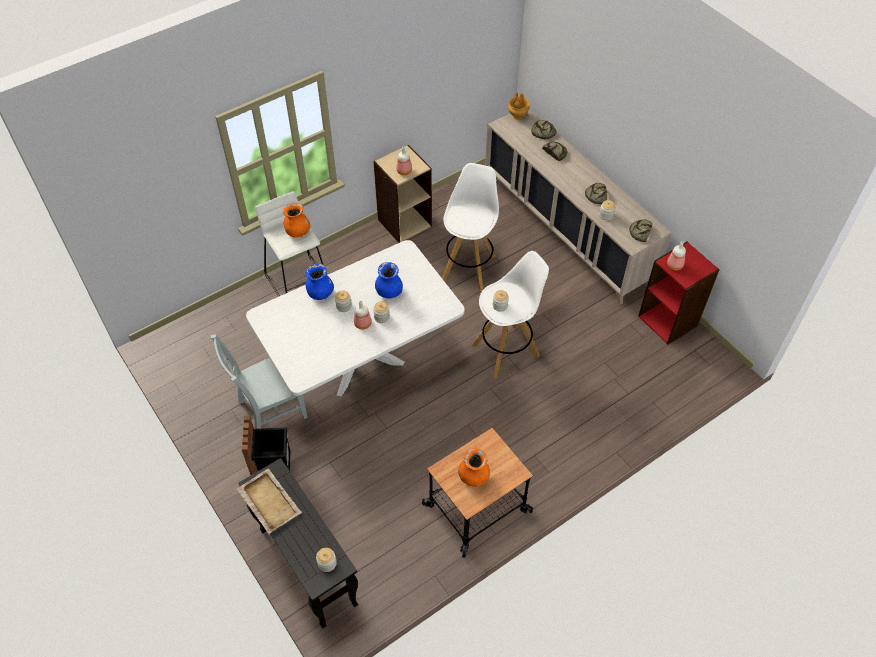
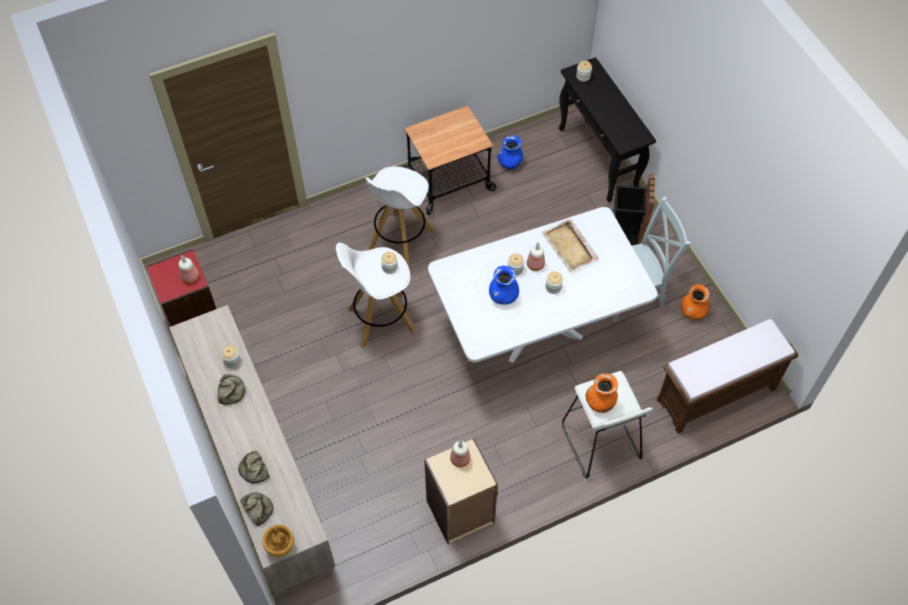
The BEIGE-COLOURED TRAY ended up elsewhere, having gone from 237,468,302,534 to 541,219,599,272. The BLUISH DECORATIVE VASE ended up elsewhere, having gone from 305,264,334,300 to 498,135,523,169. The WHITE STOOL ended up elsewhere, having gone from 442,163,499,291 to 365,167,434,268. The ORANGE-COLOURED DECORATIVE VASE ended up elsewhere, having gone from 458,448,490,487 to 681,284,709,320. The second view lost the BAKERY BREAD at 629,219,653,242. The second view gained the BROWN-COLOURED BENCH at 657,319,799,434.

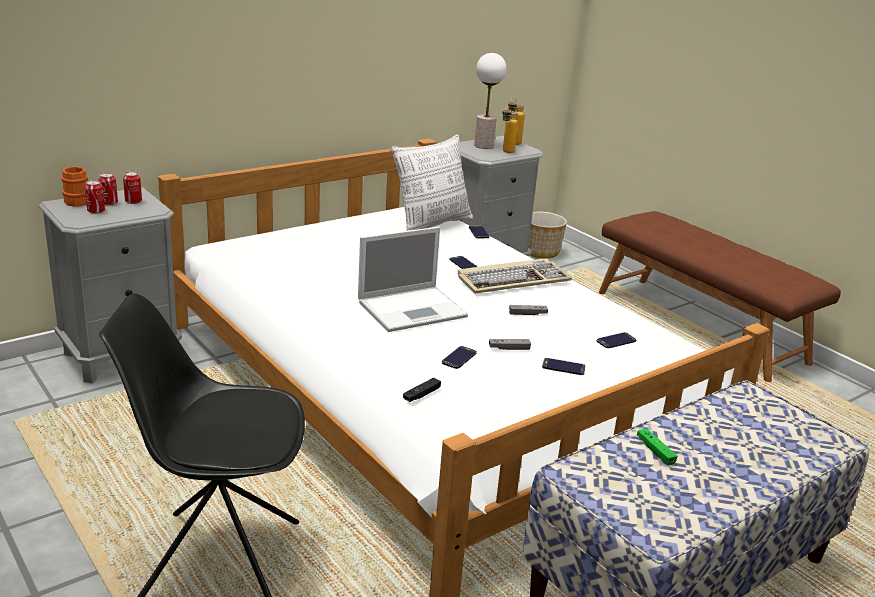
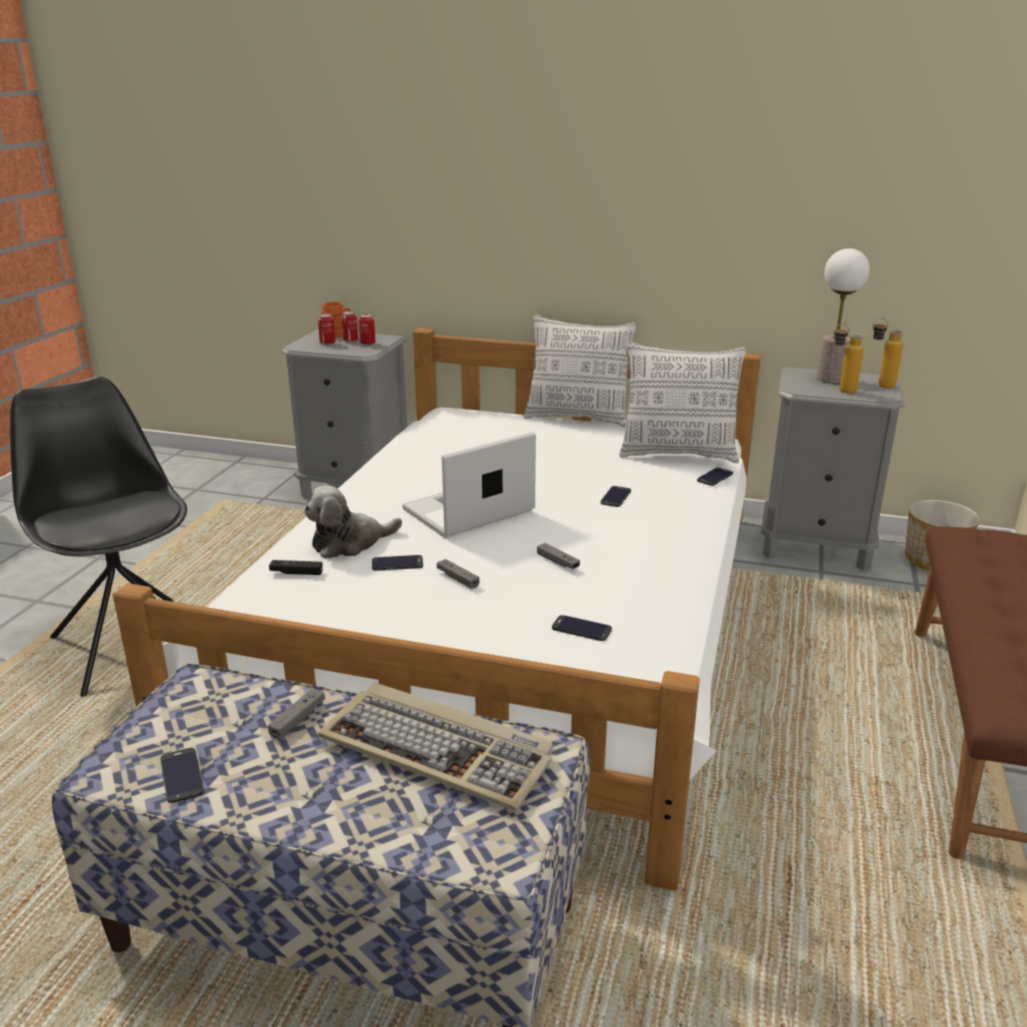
The NOTEBOOK COMPUTER at 358,227,468,332 ended up facing another way, 120 degrees clockwise from before. The PC KEYBOARD ended up elsewhere, having gone from 458,259,572,294 to 318,683,553,811. The PHONE ended up elsewhere, having gone from 542,358,586,375 to 160,748,204,803. What was the GREEN JOYPAD at 637,428,677,465 turned into the GREY JOYPAD at 268,688,325,739. The second view gained the SOFT TOY at 304,486,402,559. The second view gained the PILLOW at 524,315,637,427.

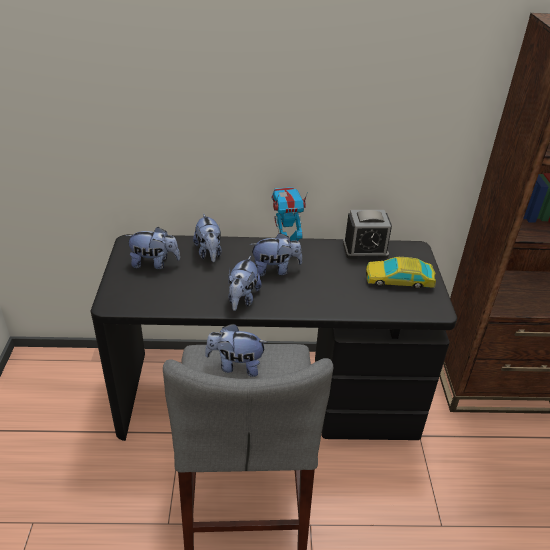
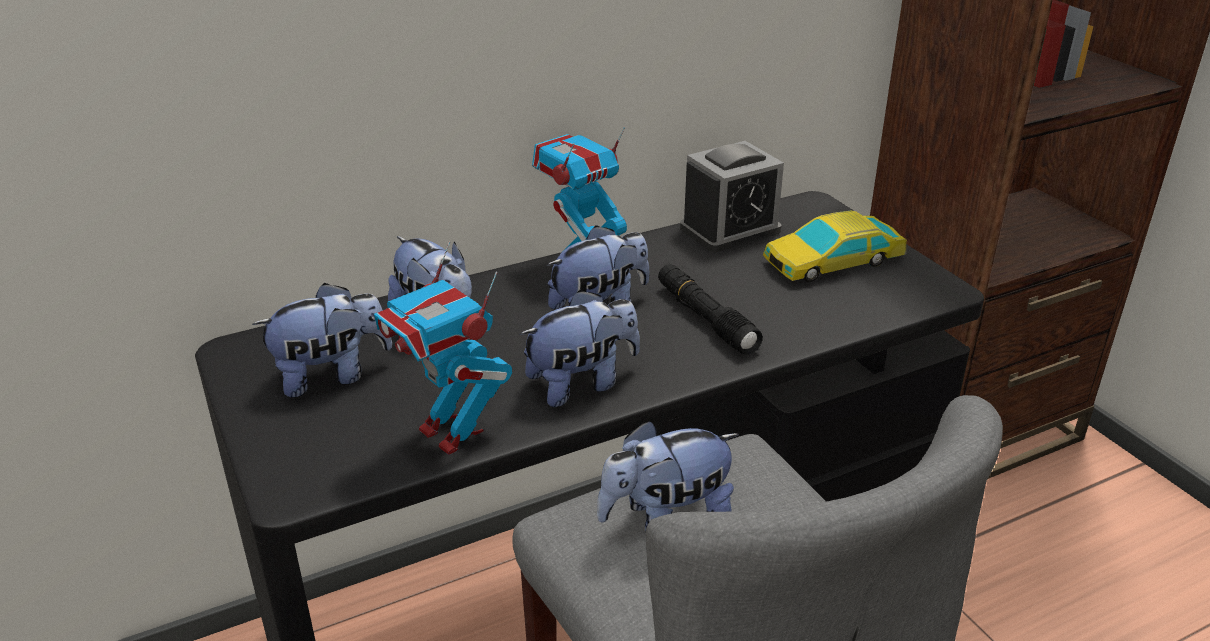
The SOFT TOY at 228,256,262,311 ended up facing another way, 105 degrees counterclockwise from before. The second view gained the ROBOT FIGURE at 374,242,512,455. The second view gained the BLACK-COLOURED HAND TORCH at 658,264,763,355.

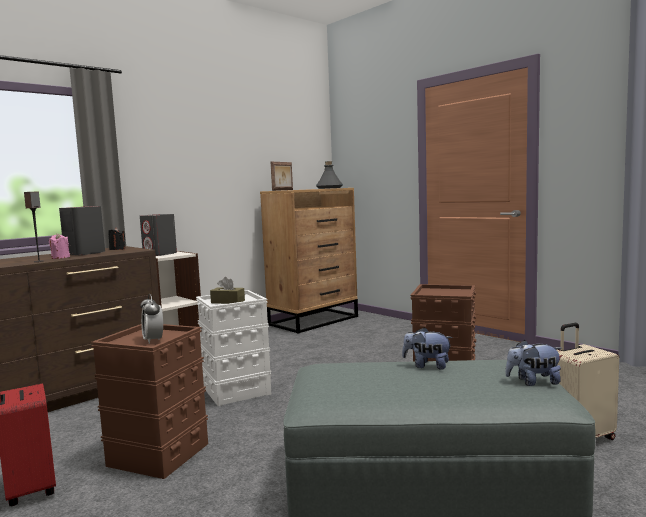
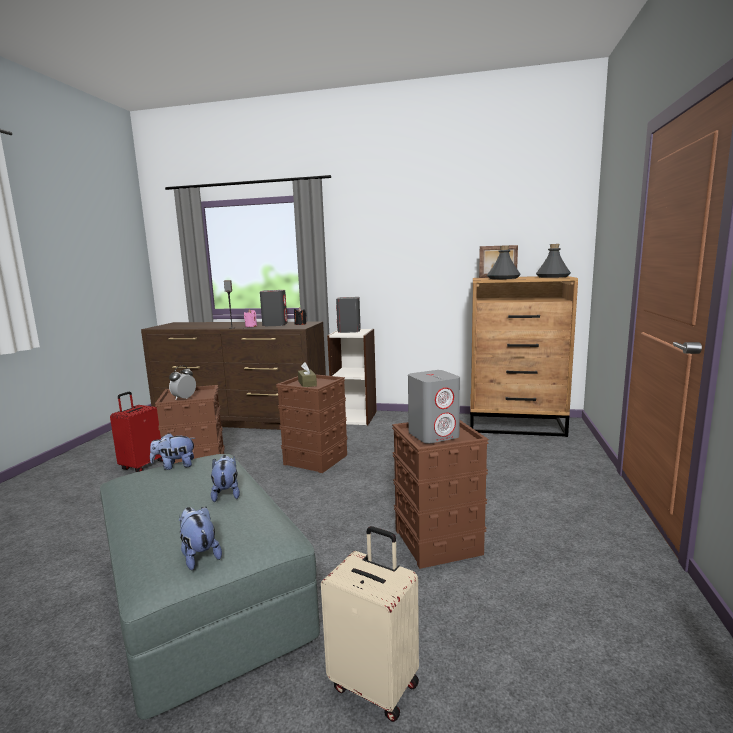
What was the WHITE STORAGE BIN at 196,290,272,406 turned into the BROWN-COLOURED STORAGE BIN at 276,374,348,473. The second view gained the SOFT TOY at 150,433,195,470. The second view gained the GREY SPEAKER at 408,370,460,444. The second view gained the GREY DRINK BOTTLE at 487,246,521,279.

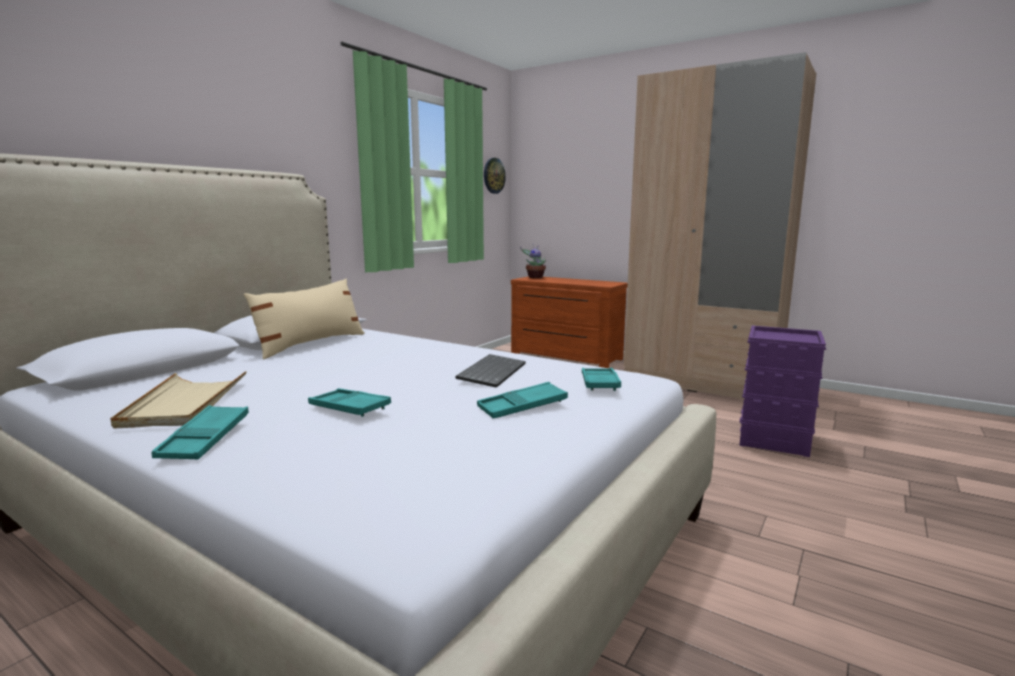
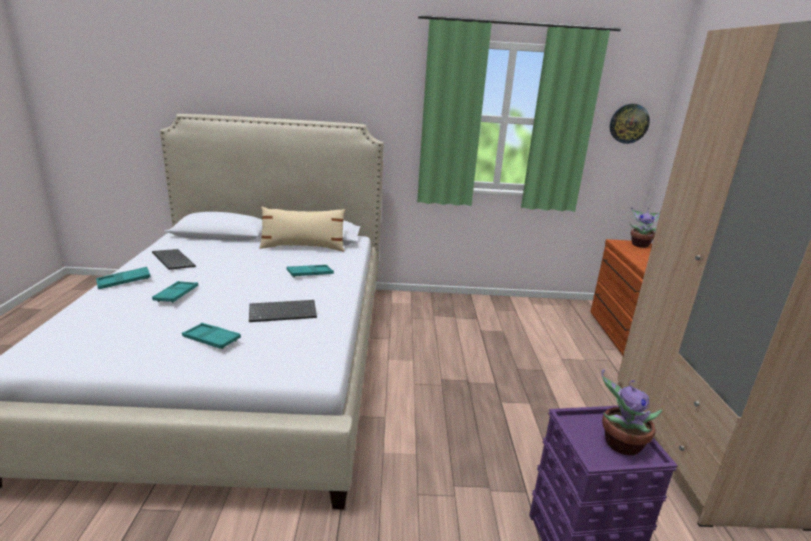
Where the BEIGE-COLOURED TRAY stood at 110,371,247,428, the PC KEYBOARD came to stand at 152,249,196,270. The TURQUOISE TRAY ended up elsewhere, having gone from 582,368,621,391 to 287,265,334,277. The second view gained the PLANT IN A POT at 601,369,663,455.

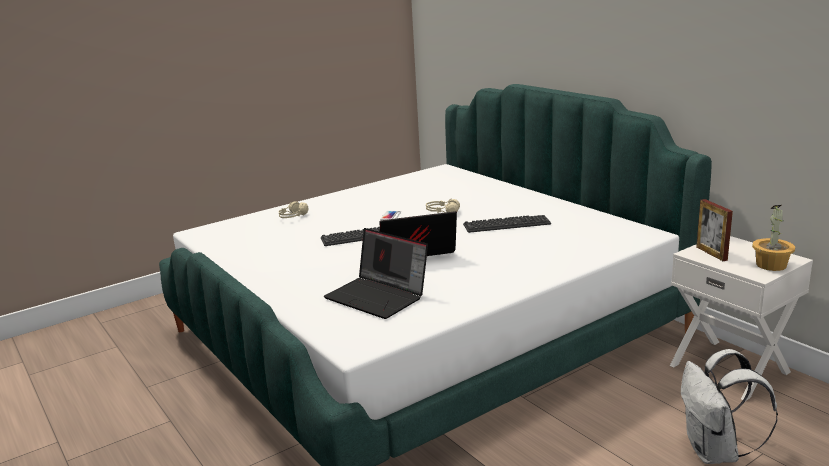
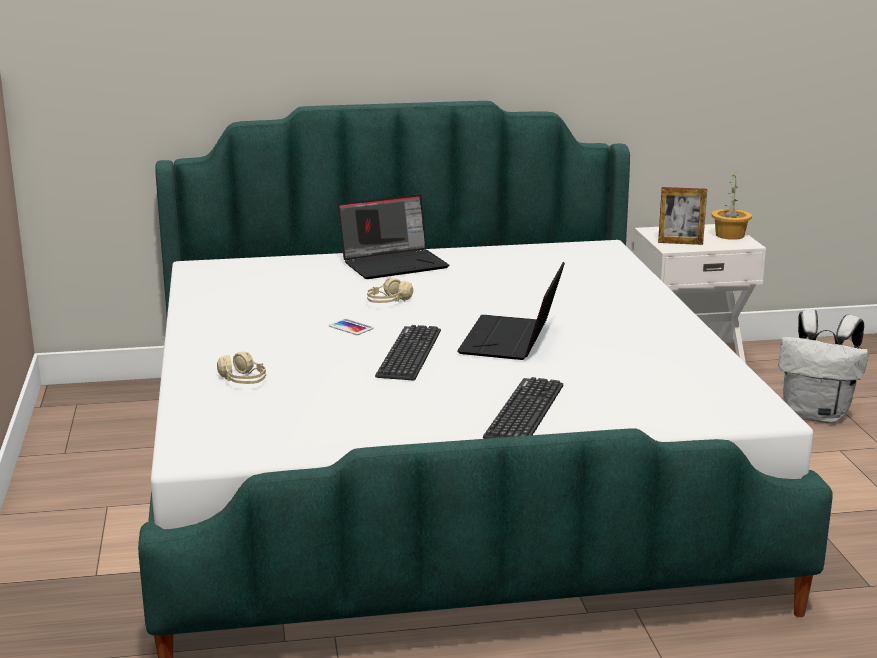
The NOTEBOOK COMPUTER ended up elsewhere, having gone from 324,228,428,319 to 337,194,449,279. The PC KEYBOARD ended up elsewhere, having gone from 463,215,551,233 to 483,377,563,439.

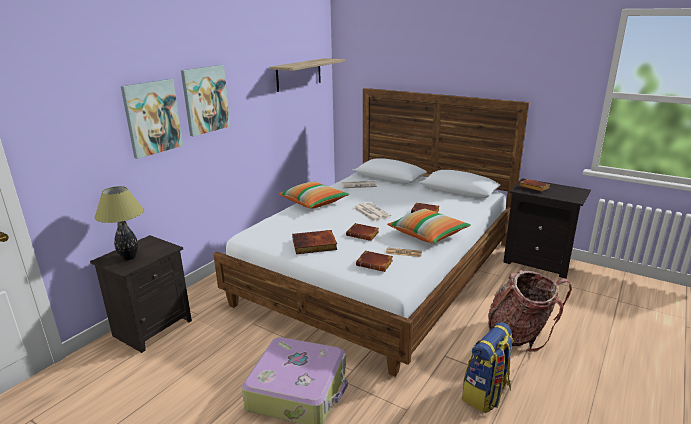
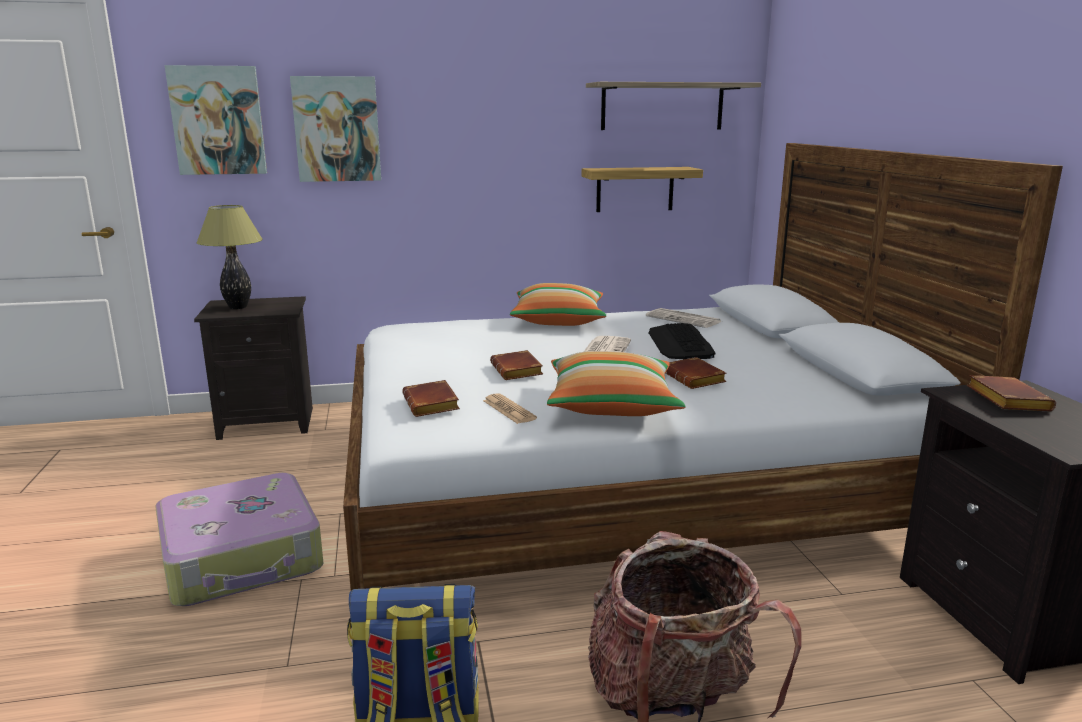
The WALL ART ended up elsewhere, having gone from 181,65,231,137 to 165,65,267,175. The second view lost the VOLUME at 292,230,337,254. The second view gained the SHELF at 581,167,703,212. The second view gained the PC KEYBOARD at 649,323,715,359.

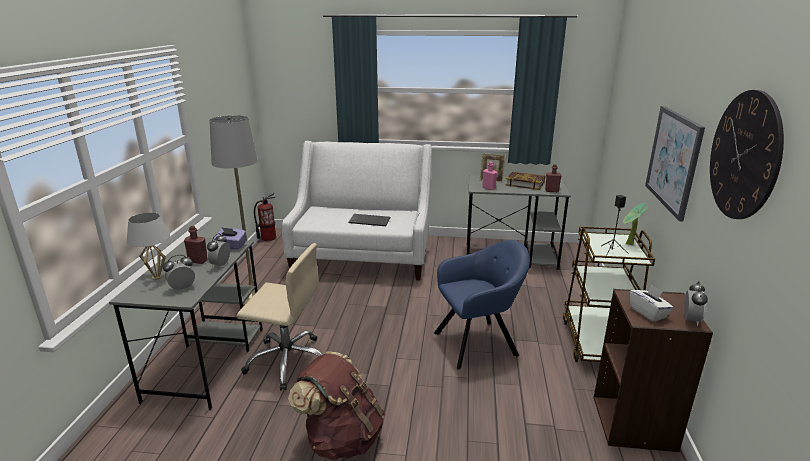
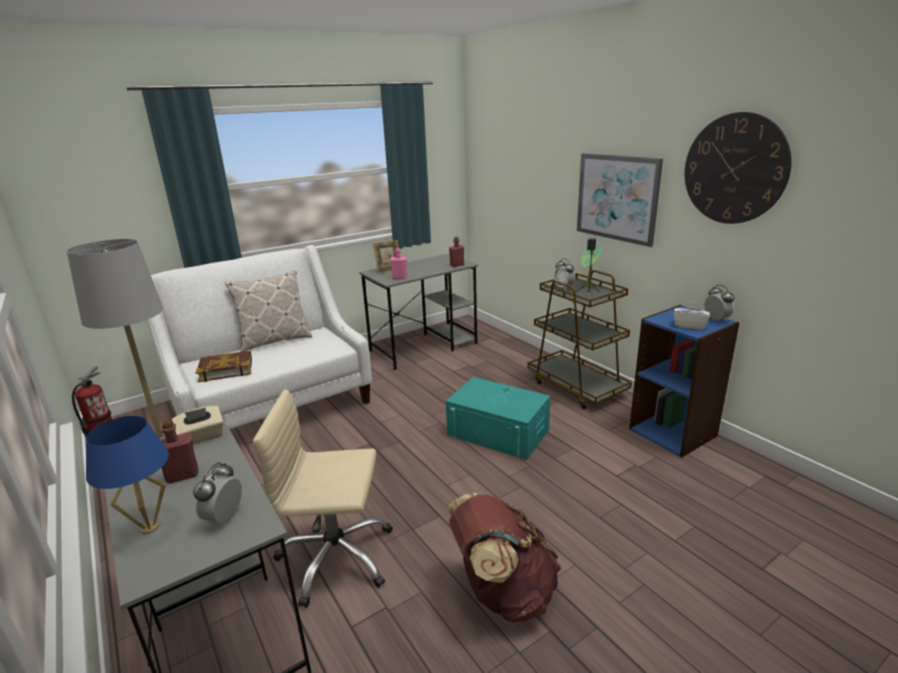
What was the WHITE TABLE LAMP at 127,213,170,280 turned into the BLUISH TABLE LAMP at 86,416,169,534. The ALARM CLOCK ended up elsewhere, having gone from 207,233,230,268 to 554,258,576,290. What was the PURPLE TISSUE BOX at 214,227,246,249 turned into the BEIGE-COLOURED TISSUE BOX at 172,406,224,444. The BEIGE-COLOURED DESK CHAIR at 237,243,323,391 ended up facing another way, 150 degrees counterclockwise from before. The second view lost the PC KEYBOARD at 349,214,390,226. Where the BLUISH LOUNGE CHAIR stood at 434,240,530,370, the TURQUOISE STORAGE BIN came to stand at 446,377,551,460. The VOLUME ended up elsewhere, having gone from 505,172,545,190 to 195,351,252,382. What was the BROWN-COLOURED BOOKSHELF at 594,289,713,452 turned into the BLUISH BOOKSHELF at 629,305,740,458. The second view gained the PILLOW at 225,270,312,351.

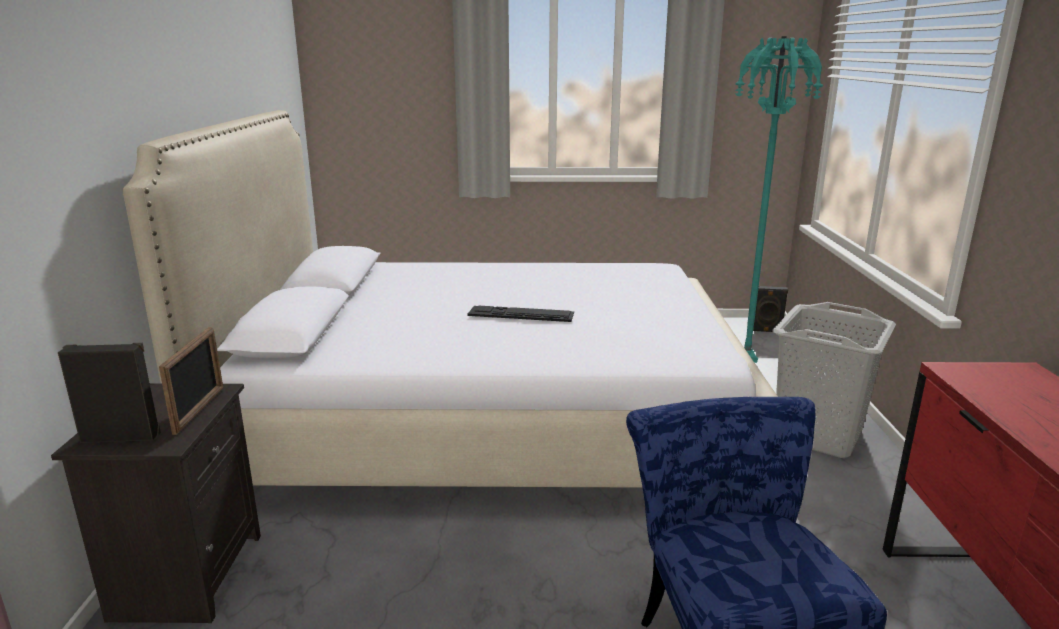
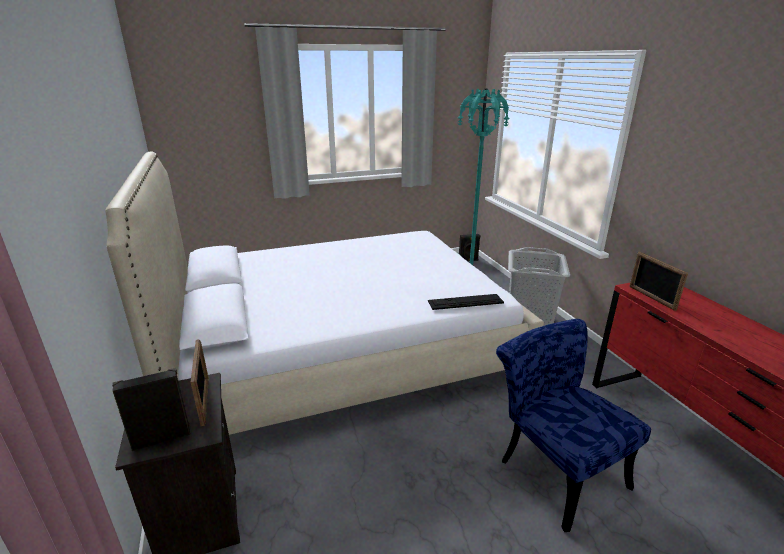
The PC KEYBOARD ended up elsewhere, having gone from 468,306,574,322 to 428,294,504,310. The second view gained the STANDING FRAME at 629,252,688,311.

